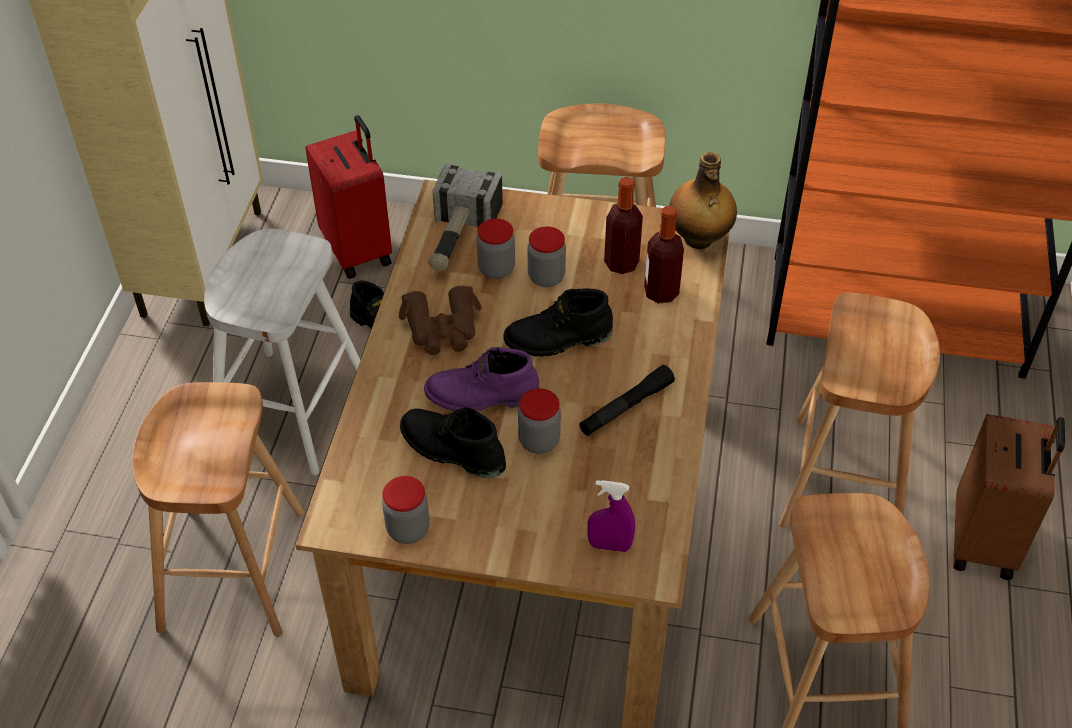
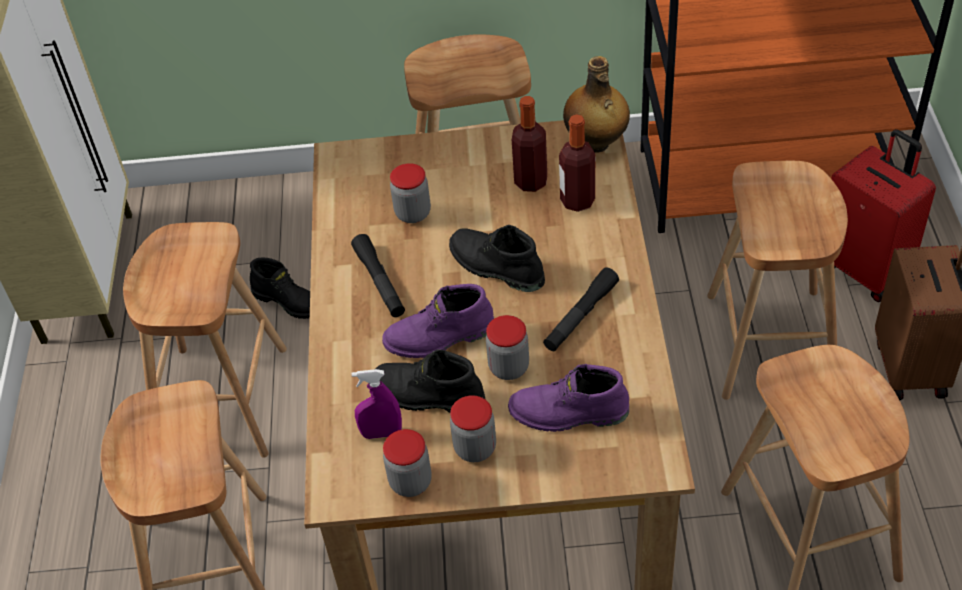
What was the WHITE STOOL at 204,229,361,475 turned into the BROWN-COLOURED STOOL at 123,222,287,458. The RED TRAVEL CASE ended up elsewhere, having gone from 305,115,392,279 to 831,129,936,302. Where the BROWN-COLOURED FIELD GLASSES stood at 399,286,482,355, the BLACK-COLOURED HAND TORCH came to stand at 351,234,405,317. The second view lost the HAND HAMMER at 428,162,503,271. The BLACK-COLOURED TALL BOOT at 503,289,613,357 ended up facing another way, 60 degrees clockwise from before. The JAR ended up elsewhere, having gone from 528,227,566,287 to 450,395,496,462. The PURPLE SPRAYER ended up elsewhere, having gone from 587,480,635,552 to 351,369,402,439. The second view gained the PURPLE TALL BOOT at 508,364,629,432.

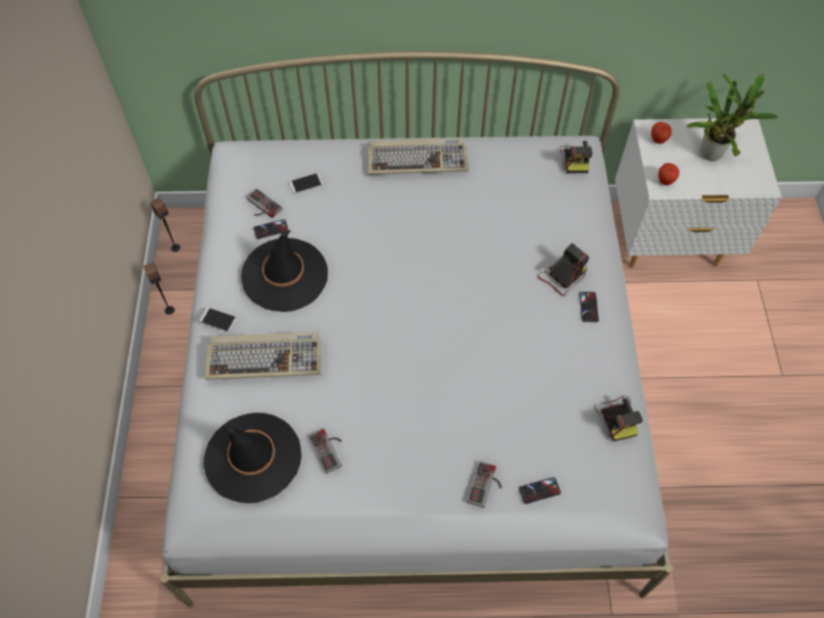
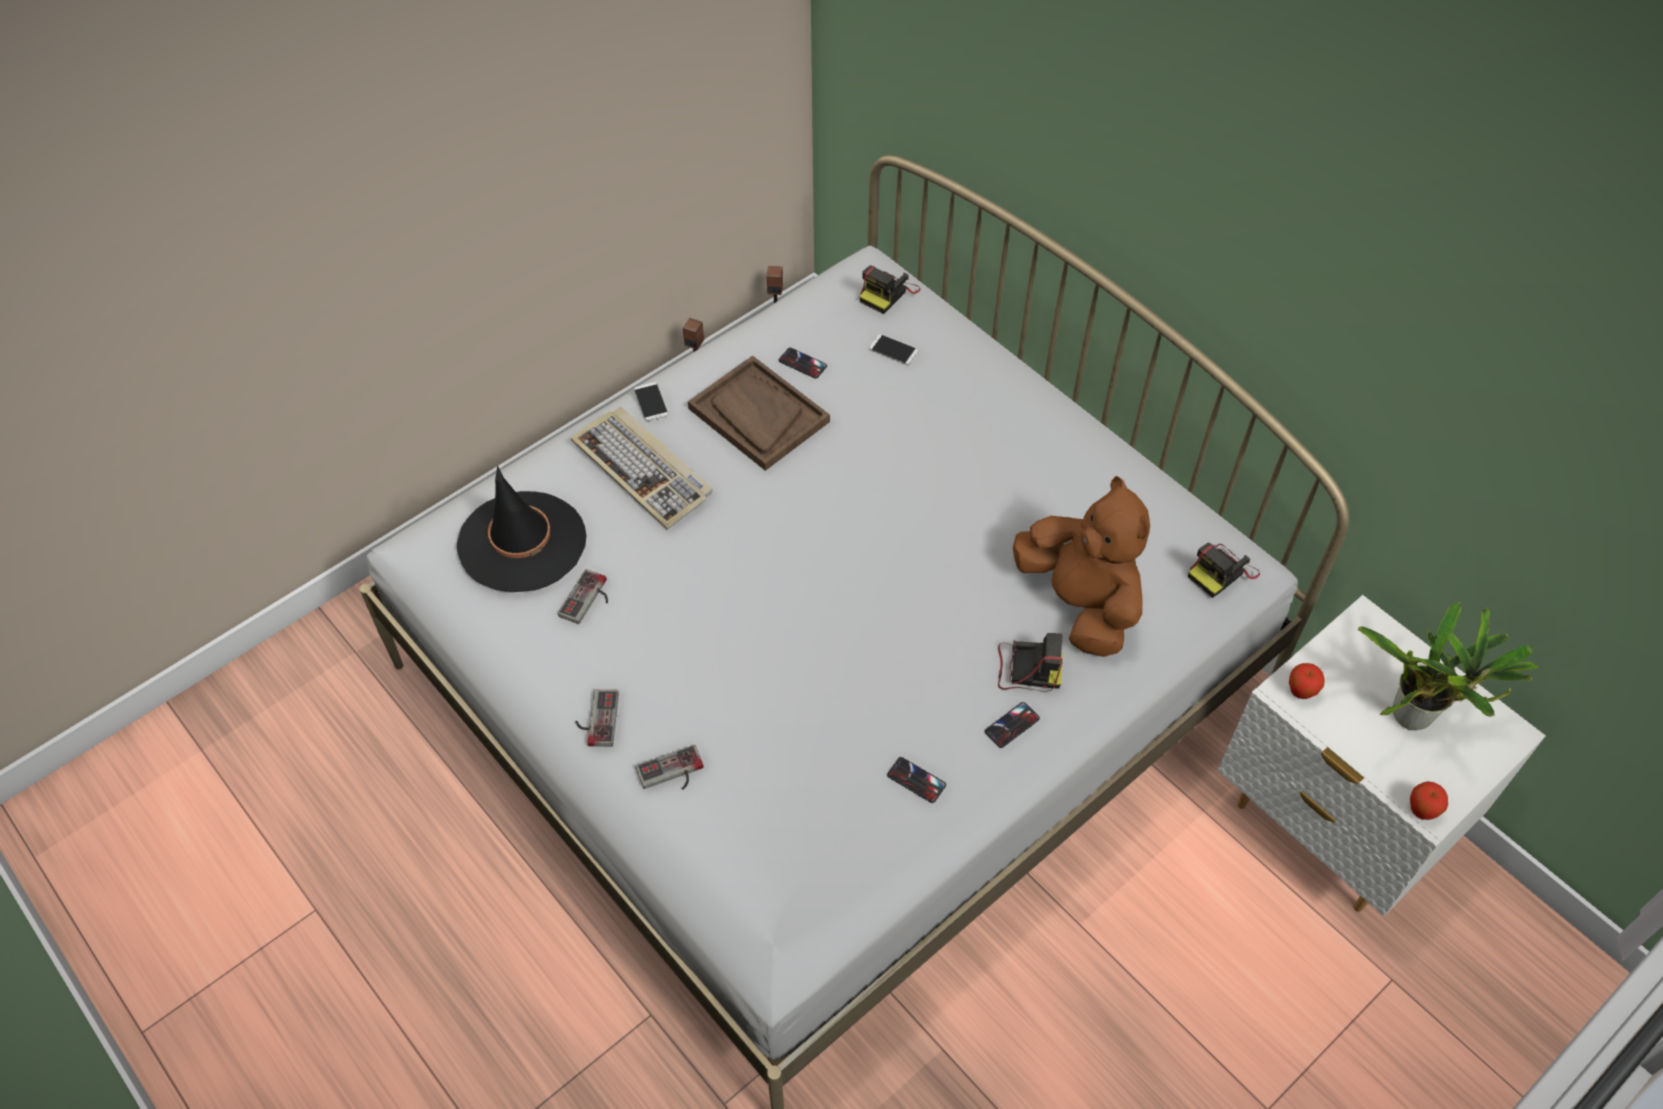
Where the BLACK-COLOURED WEARABLE HAT stood at 241,230,328,312, the BROWN-COLOURED TRAY came to stand at 688,356,830,471. The JOYPAD ended up elsewhere, having gone from 246,188,282,218 to 576,689,619,747. The second view lost the PC KEYBOARD at 368,138,469,175. The PHONE ended up elsewhere, having gone from 519,477,561,504 to 887,757,946,803. The STILL CAMERA ended up elsewhere, having gone from 594,395,643,441 to 860,265,920,314. The APPLE ended up elsewhere, having gone from 651,122,672,144 to 1410,781,1448,820. The second view gained the BROWN-COLOURED SOFT TOY at 1013,476,1150,657.

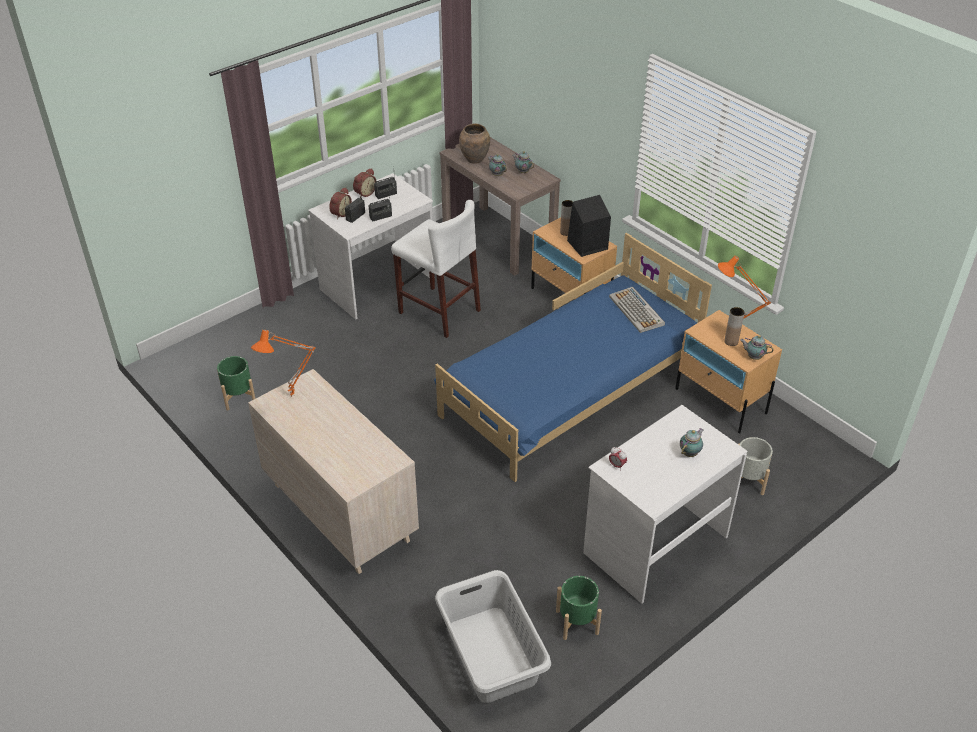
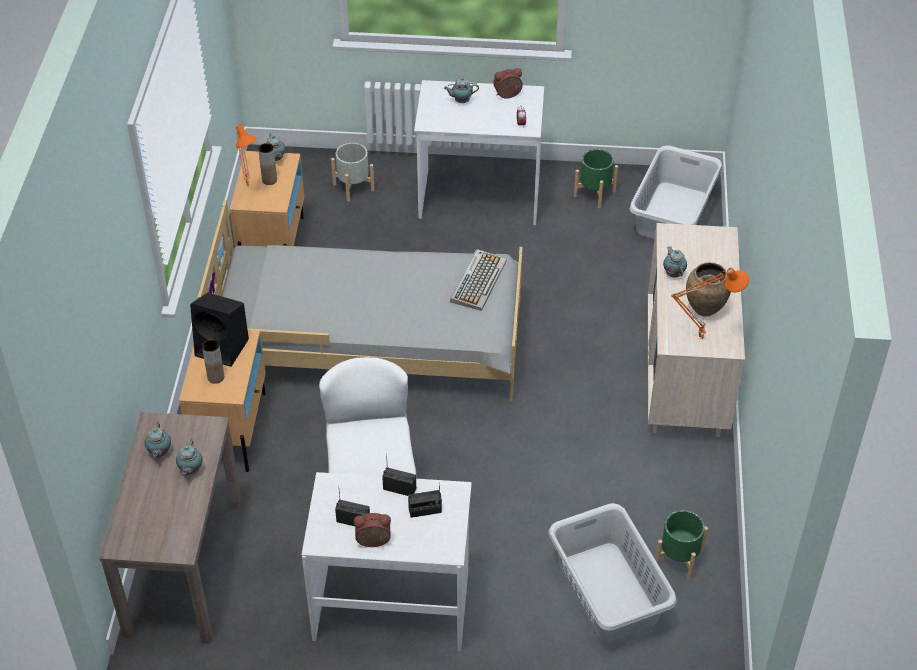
The ALARM CLOCK ended up elsewhere, having gone from 329,187,352,219 to 493,68,523,99. What was the BLUISH SLEEPING BED at 434,233,712,482 turned into the GREY SLEEPING BED at 198,200,523,401. The BROWN-COLOURED DECORATIVE VASE ended up elsewhere, having gone from 459,123,490,164 to 686,262,731,316. The PC KEYBOARD ended up elsewhere, having gone from 609,287,665,333 to 450,249,507,311. The second view gained the GREY HAMPER at 548,503,677,641. The second view gained the POT FOR TEA at 663,246,687,277.

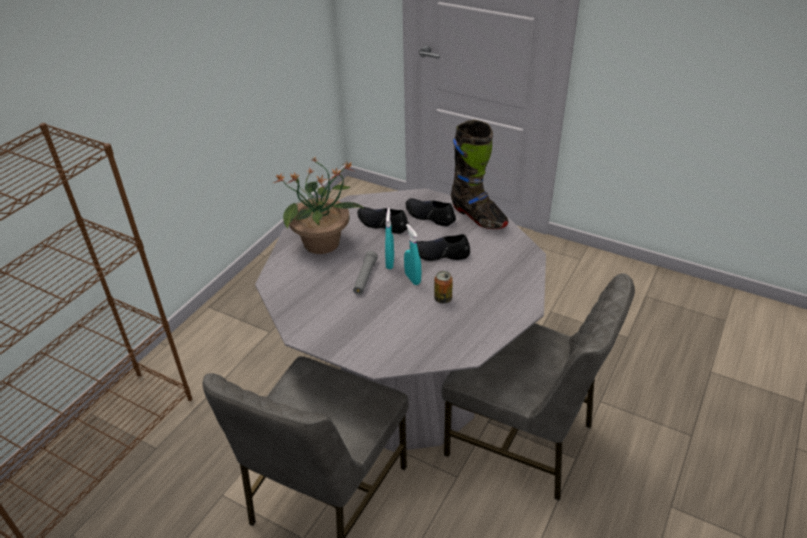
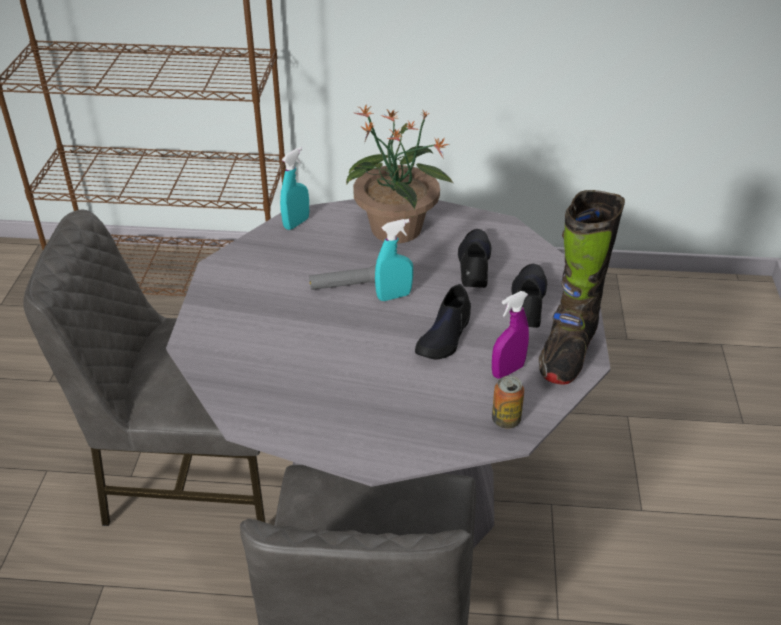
The TURQUOISE SPRAYER ended up elsewhere, having gone from 404,224,421,285 to 280,147,309,230. The BLACK-COLOURED LOW SHOE at 416,234,470,261 ended up facing another way, 135 degrees counterclockwise from before. The METAL CAN ended up elsewhere, having gone from 434,271,453,304 to 492,376,524,429. The second view gained the PURPLE SPRAYER at 492,291,529,378.

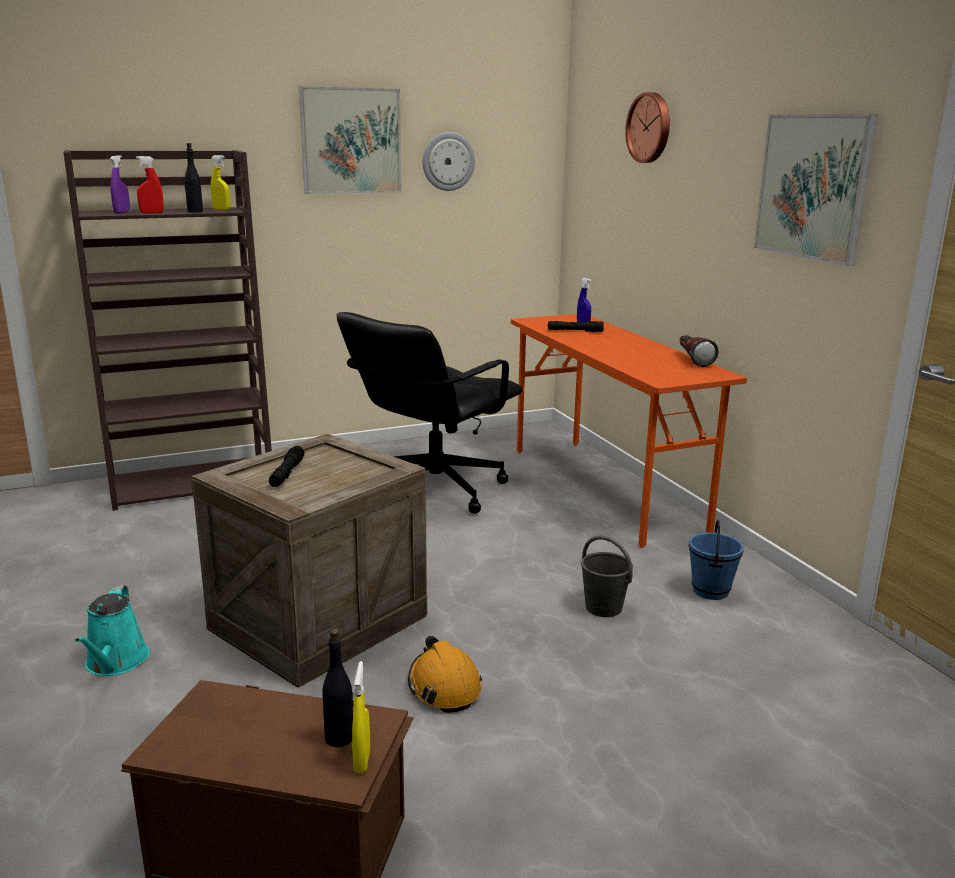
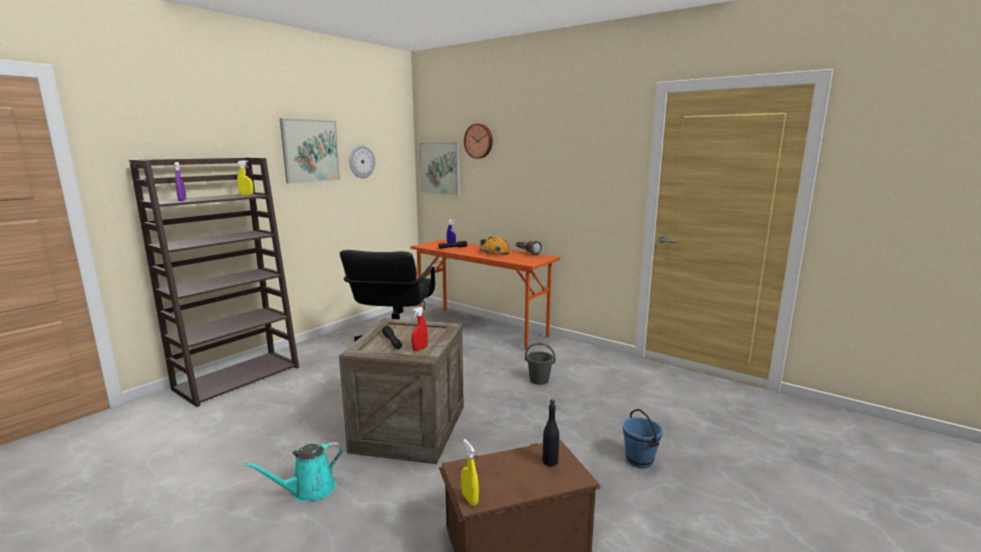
The TURQUOISE WATERING CAN at 75,585,150,676 ended up facing another way, 90 degrees clockwise from before. The RED SPRAYER ended up elsewhere, having gone from 136,156,164,213 to 411,307,428,351. The second view lost the BLACK-COLOURED DRINK BOTTLE at 184,143,203,213. The YELLOWISH SPRAYER ended up elsewhere, having gone from 352,661,370,773 to 461,439,479,506. The ORANGE-COLOURED WORK HELMET ended up elsewhere, having gone from 408,636,482,713 to 480,236,510,255. The BLUISH BUCKET ended up elsewhere, having gone from 689,520,744,600 to 623,409,663,469. The WALL ART ended up elsewhere, having gone from 754,114,878,266 to 419,143,460,196.

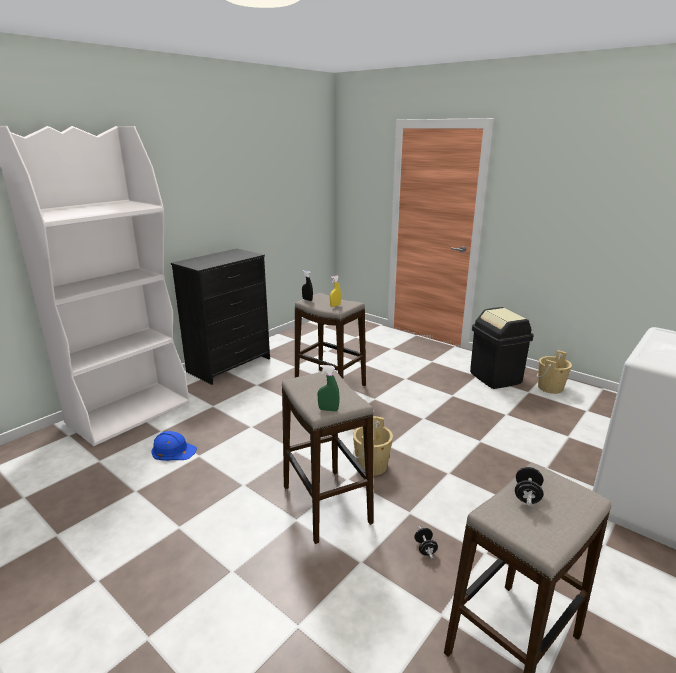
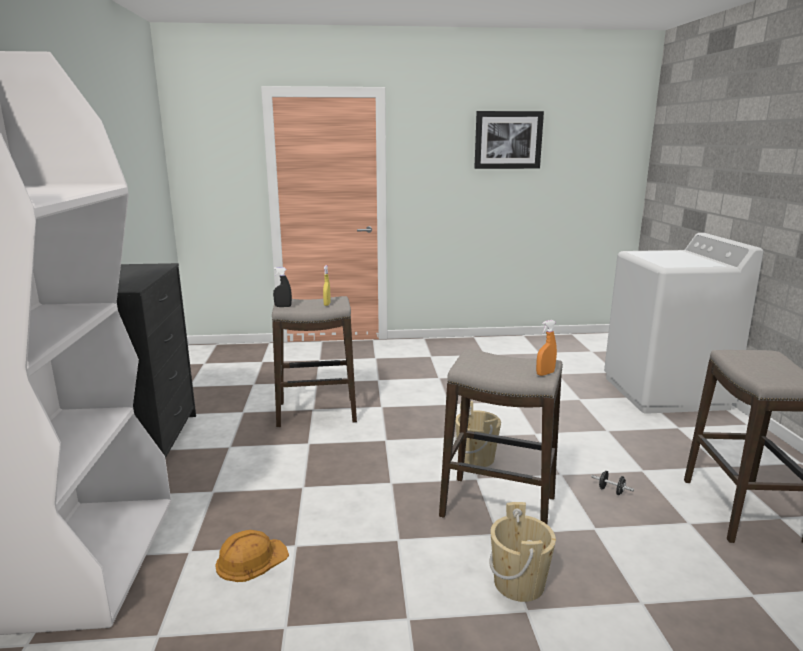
What was the BLUISH WORK HELMET at 151,431,197,461 turned into the ORANGE-COLOURED WORK HELMET at 215,530,289,582. What was the GREEN SPRAYER at 318,365,339,411 turned into the ORANGE-COLOURED SPRAYER at 536,320,557,376. The second view lost the BLACK-COLOURED RUBBISH BIN at 470,307,534,389. The second view lost the BLACK-COLOURED FREE WEIGHT at 515,467,543,506. The BEIGE-COLOURED BUCKET ended up elsewhere, having gone from 537,350,572,394 to 489,502,556,602. The second view gained the WALL ART at 474,111,544,169.

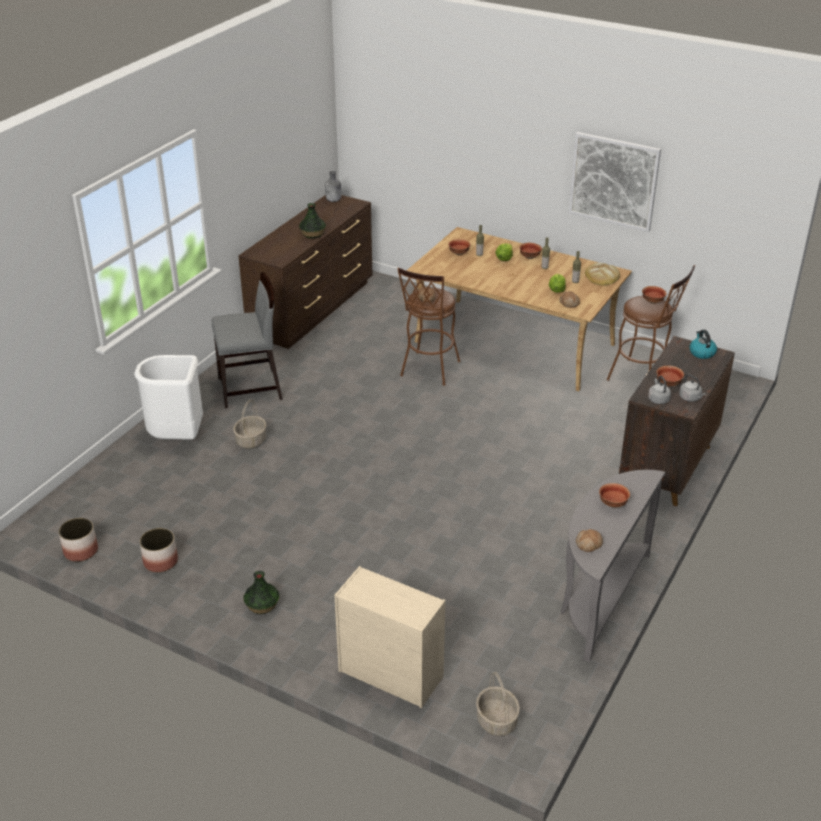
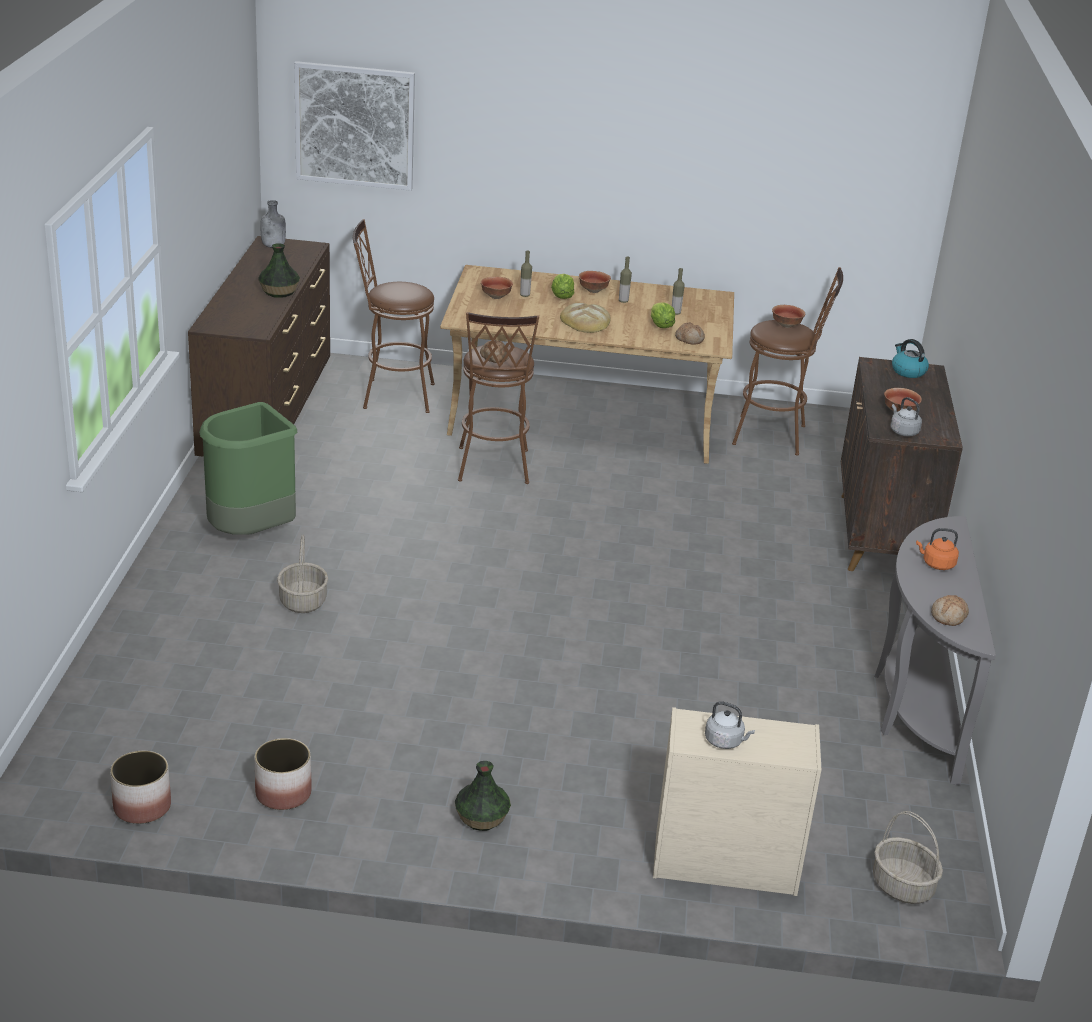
The second view lost the WHITE RUBBISH BIN at 134,355,203,440. Where the GREY UPRIGHT CHAIR stood at 212,272,283,408, the GREEN RUBBISH BIN came to stand at 199,402,297,535. The WALL ART ended up elsewhere, having gone from 569,132,661,232 to 294,61,415,191. The BAKERY BREAD ended up elsewhere, having gone from 585,263,620,286 to 560,303,611,333. Where the DEEP DISH stood at 599,483,630,508, the ORANGE-COLOURED KETTLE came to stand at 916,528,959,570. The GREY KETTLE ended up elsewhere, having gone from 679,374,706,402 to 705,701,755,749. The second view gained the BROWN-COLOURED STOOL at 353,219,435,413.

